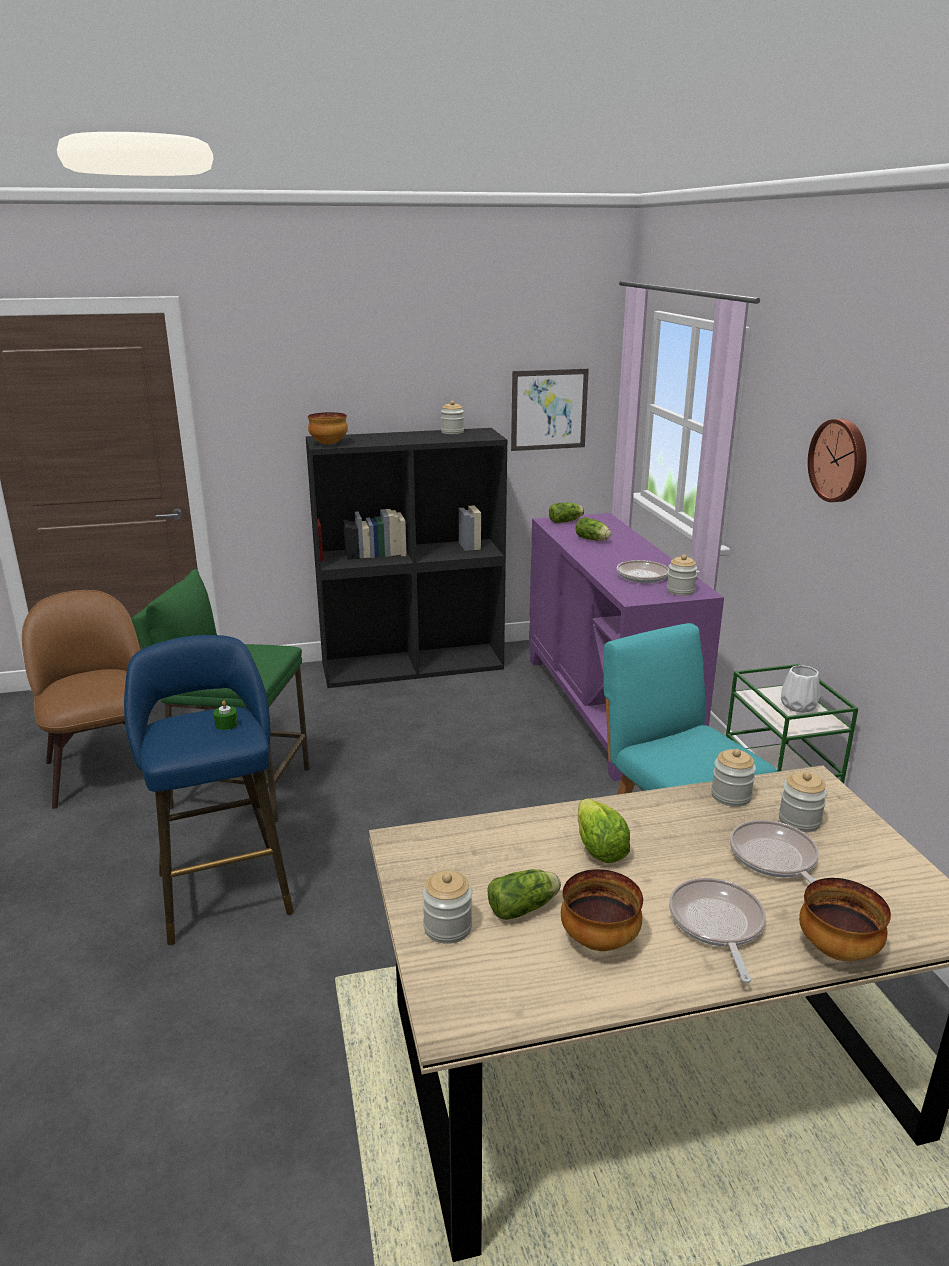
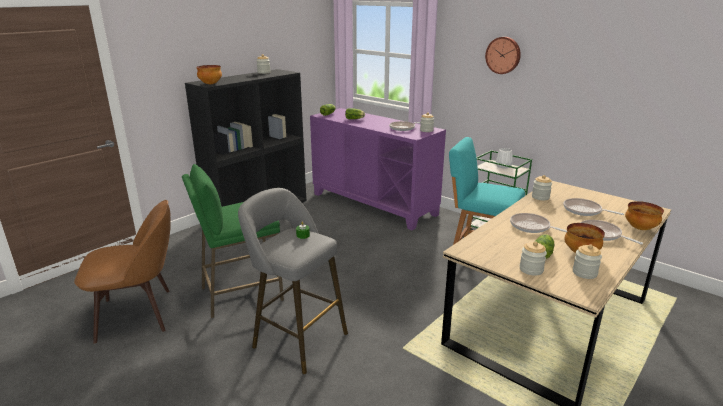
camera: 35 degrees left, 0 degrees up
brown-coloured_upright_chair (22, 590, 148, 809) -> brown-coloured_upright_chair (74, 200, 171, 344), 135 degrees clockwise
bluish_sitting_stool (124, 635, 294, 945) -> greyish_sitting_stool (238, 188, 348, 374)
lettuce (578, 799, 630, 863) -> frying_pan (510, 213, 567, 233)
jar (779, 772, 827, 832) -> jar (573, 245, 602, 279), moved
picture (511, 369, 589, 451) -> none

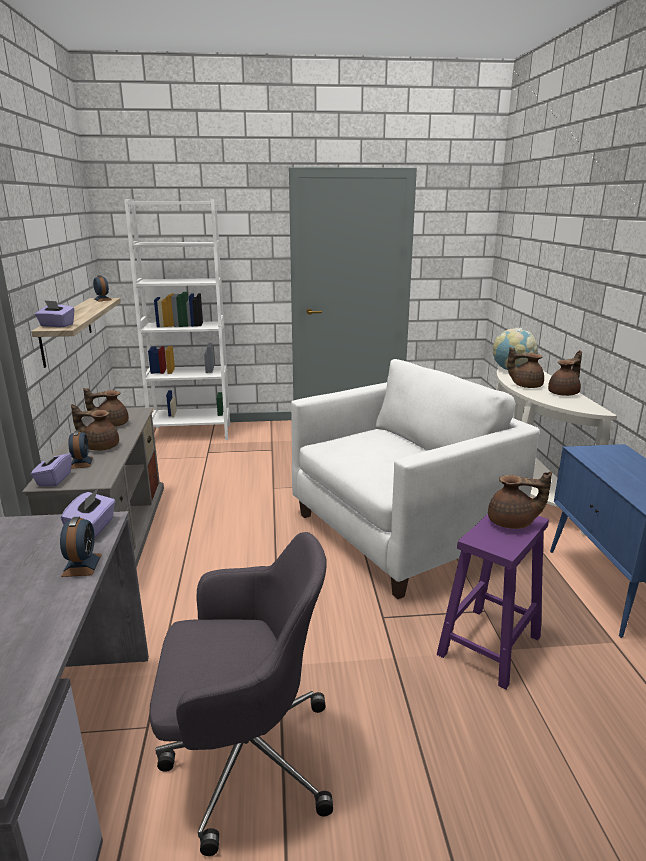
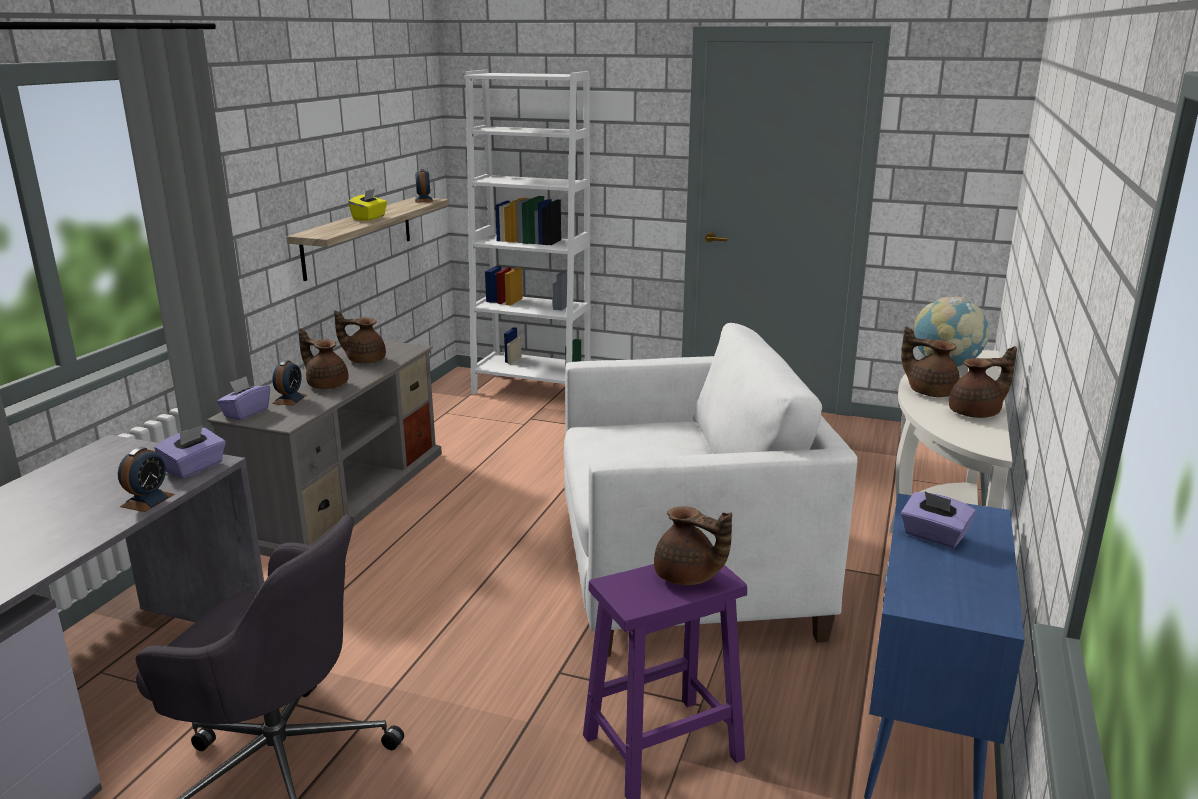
camera: 25 degrees right, 0 degrees up
none -> yellow_tissue_box (348, 189, 387, 221)
purple-coloured_tissue_box (35, 300, 75, 327) -> purple-coloured_tissue_box (901, 491, 975, 548), moved

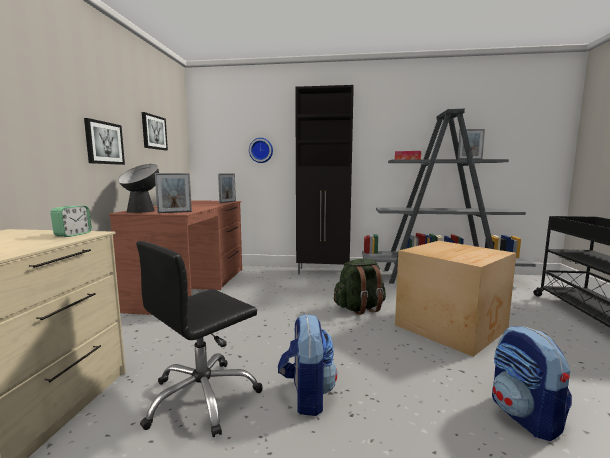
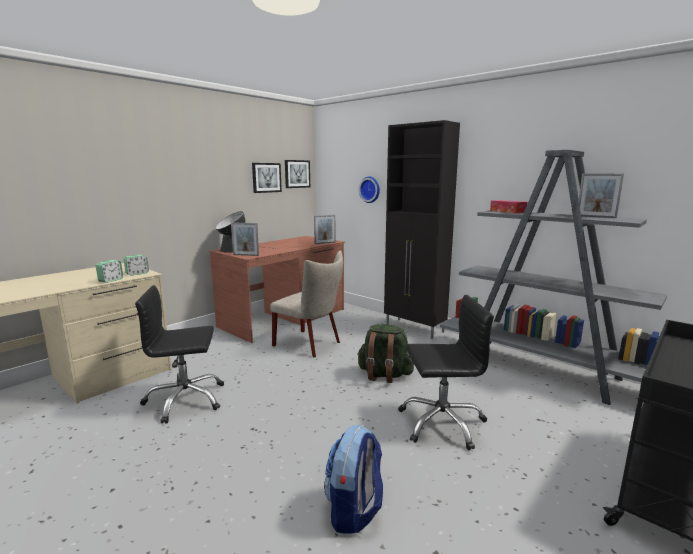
camera: 35 degrees right, 5 degrees up
none -> table_clock (96, 260, 123, 283)
none -> beige-coloured_upright_chair (270, 251, 343, 357)
picture (84, 118, 125, 165) -> picture (285, 160, 310, 188), moved
cardboard_box (395, 241, 516, 357) -> black_desk_chair (398, 295, 494, 450)
rucksack (278, 314, 337, 416) -> none

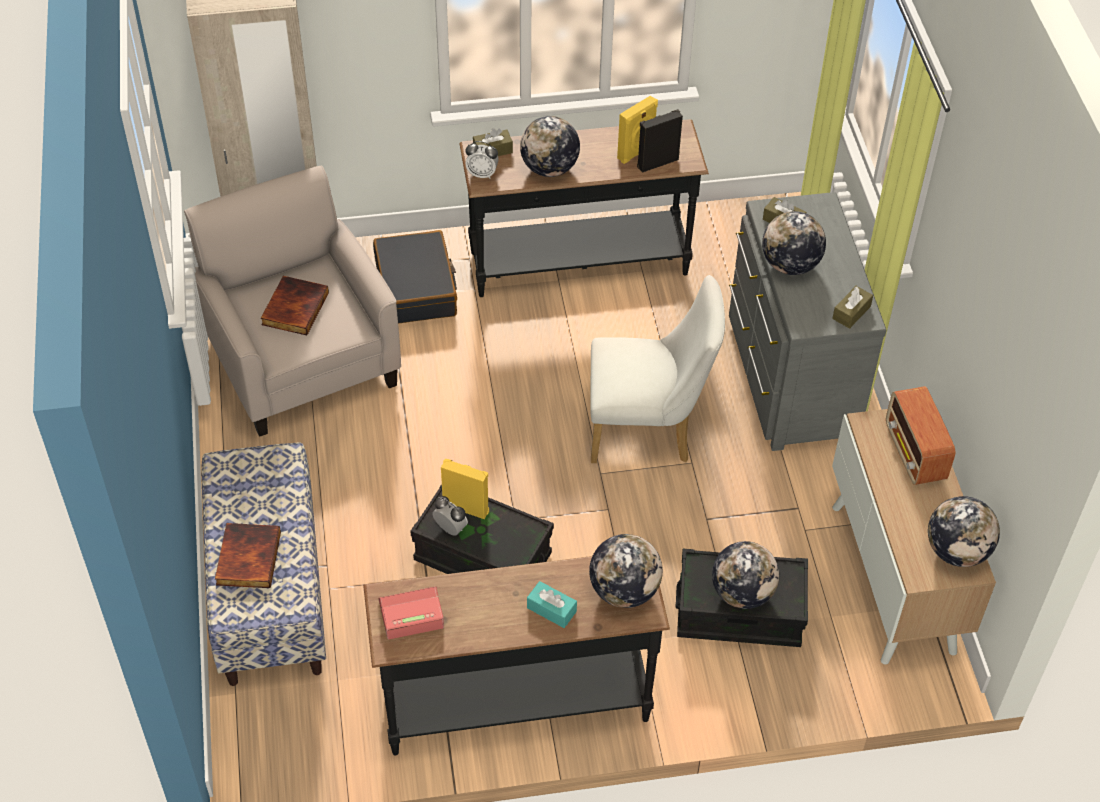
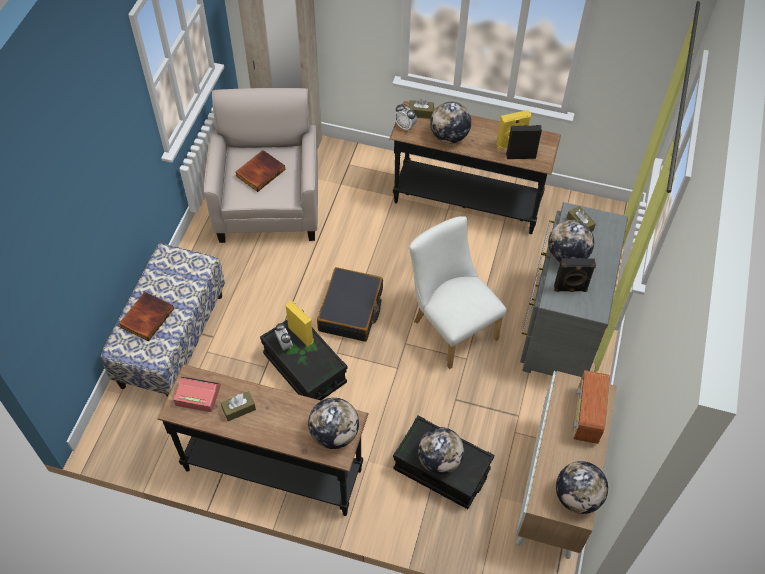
camera: 25 degrees right, 5 degrees up
brown-coloured_tissue_box (832, 286, 873, 329) -> brown-coloured_tissue_box (221, 391, 256, 421), moved
black_piece_of_luggage (373, 230, 457, 324) -> black_piece_of_luggage (317, 267, 383, 342), moved
white-coloured_upright_chair (590, 275, 725, 463) -> white-coloured_upright_chair (409, 216, 506, 369), 150 degrees counterclockwise
none -> black_speaker (554, 258, 596, 292)
turquoise-coloured_tissue_box (527, 581, 577, 628) -> none

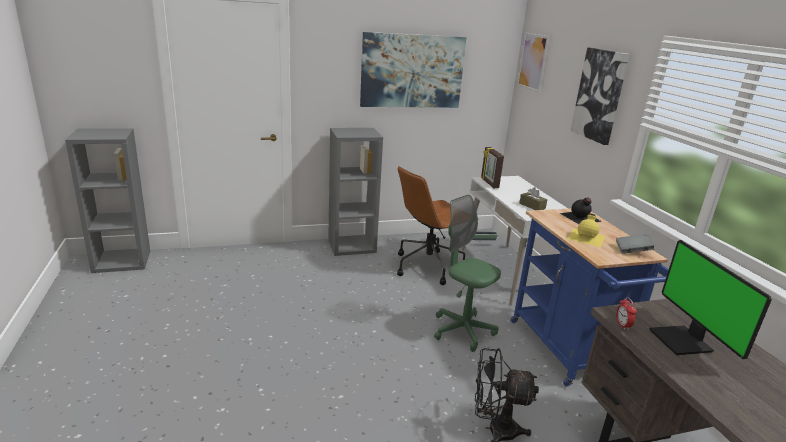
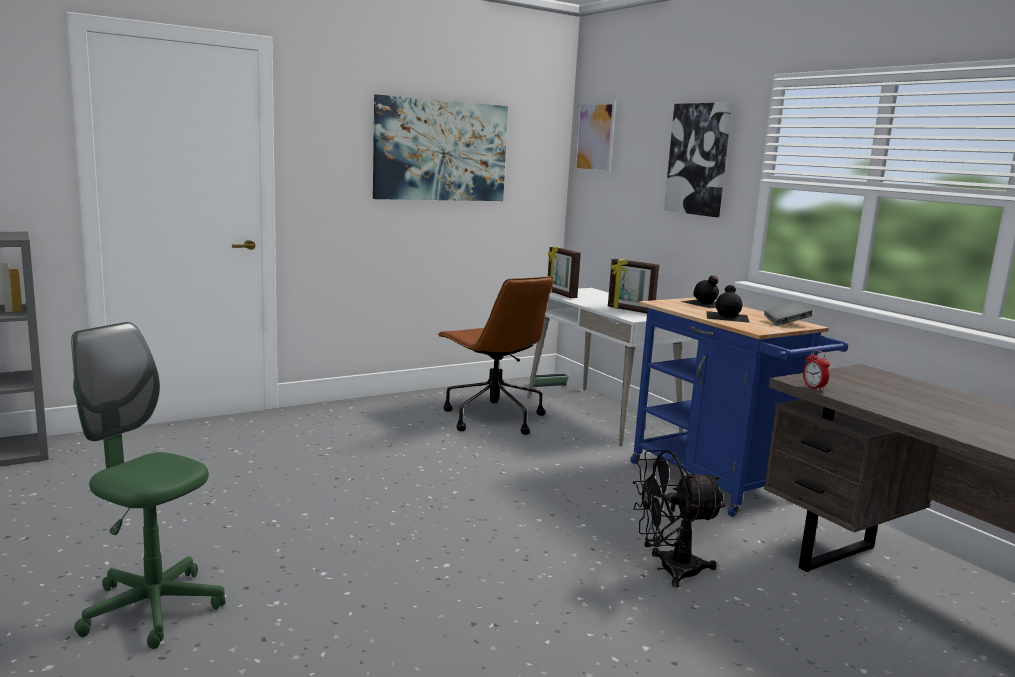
camera: 15 degrees left, 10 degrees down
green-coloured_desk_chair (434, 195, 501, 352) -> green-coloured_desk_chair (71, 322, 225, 649), moved
brown-coloured_desk_chair (397, 166, 479, 285) -> brown-coloured_desk_chair (437, 276, 553, 435), 75 degrees counterclockwise
brown-coloured_tissue_box (519, 187, 547, 210) -> standing_frame (608, 259, 659, 313)
yellow_beverage_bottle (567, 214, 605, 247) -> black_beverage_bottle (706, 285, 750, 323)
greyish_bookcase (328, 128, 383, 256) -> none
monitor (649, 240, 772, 359) -> none

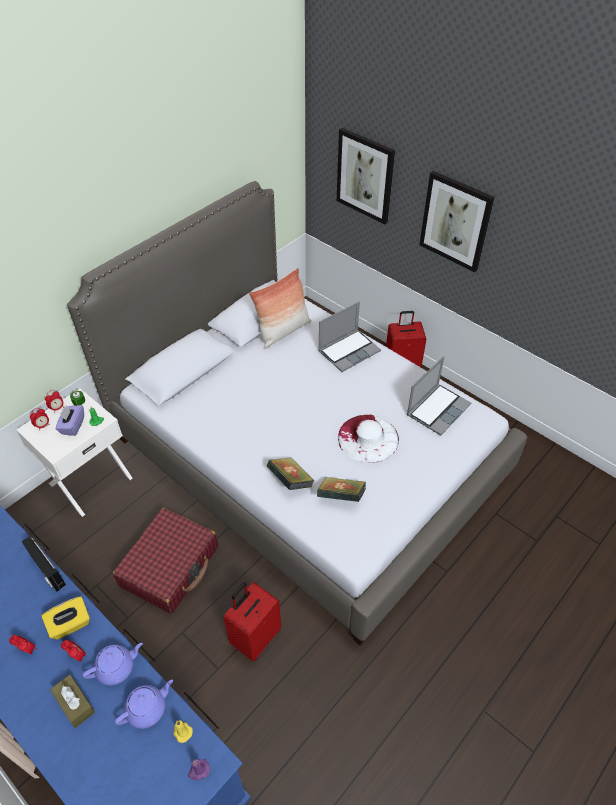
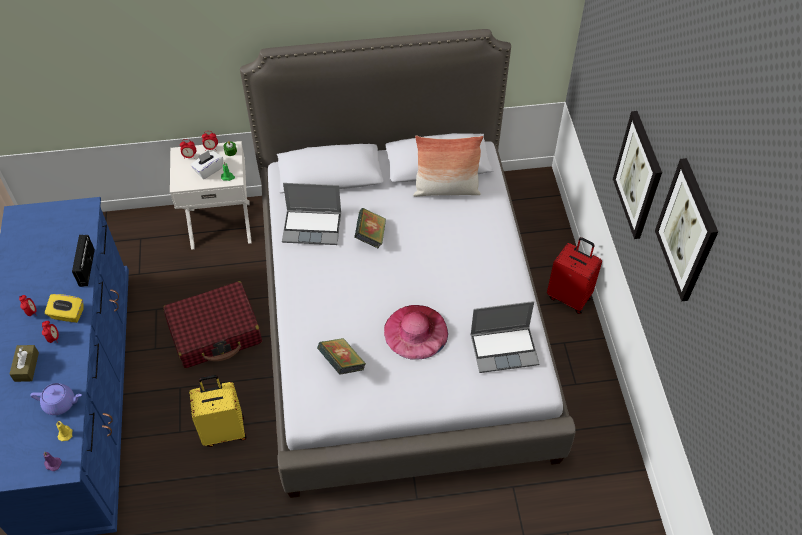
camera: 40 degrees right, 5 degrees up
red-coloured_piece_of_luggage (223, 582, 281, 662) -> yellow_piece_of_luggage (189, 375, 247, 447)
purple-coloured_tissue_box (56, 405, 84, 436) -> white-coloured_tissue_box (191, 150, 223, 179)
notebook_computer (318, 301, 381, 372) -> notebook_computer (282, 183, 341, 245), moved
volume (267, 457, 315, 490) -> volume (354, 208, 386, 249), moved
white-coloured_clothing_hat (338, 415, 399, 463) -> pinkish_clothing_hat (384, 305, 448, 360)
picture (337, 128, 395, 224) -> picture (655, 158, 718, 302), moved
purple-coloured_pot_for_tea (83, 643, 143, 685) -> none

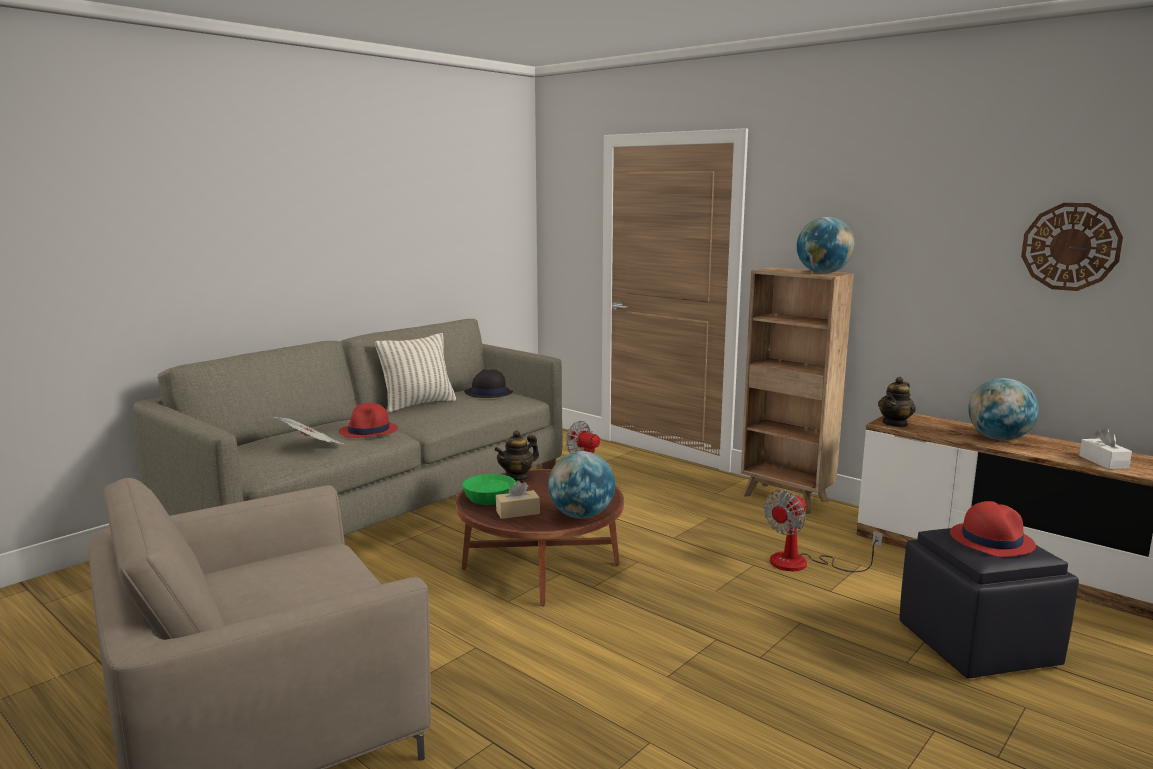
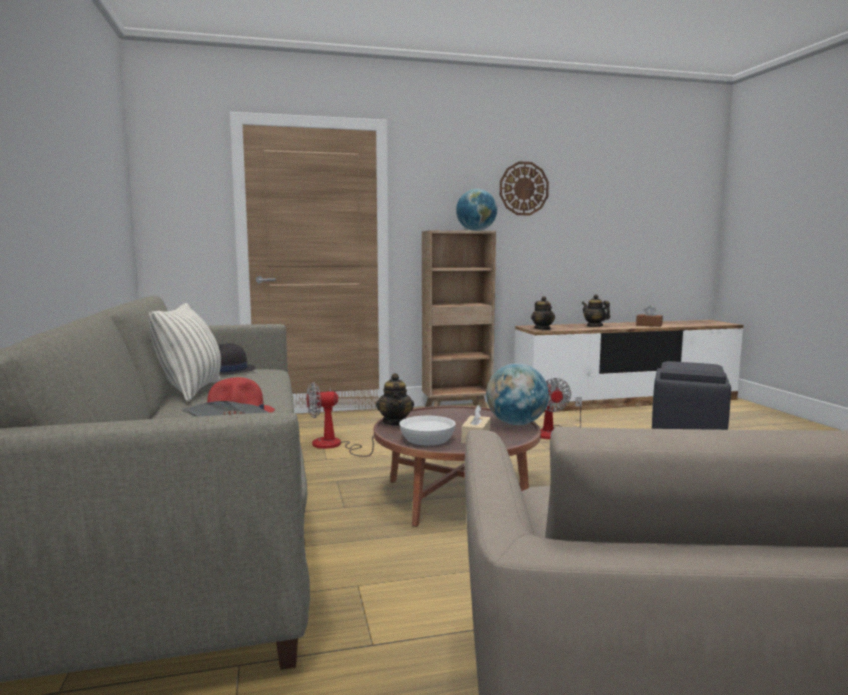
camera: 55 degrees left, 5 degrees down
green-coloured_bowl (462, 474, 516, 505) -> white-coloured_bowl (399, 416, 456, 445)
hanging_clock (1021, 203, 1123, 291) -> hanging_clock (500, 162, 549, 215), moved
desk_globe (968, 378, 1039, 441) -> pot_for_tea (582, 294, 610, 327)
white-coloured_tissue_box (1079, 428, 1132, 469) -> brown-coloured_tissue_box (636, 306, 663, 327)
red-coloured_clothing_hat (950, 501, 1036, 557) -> none

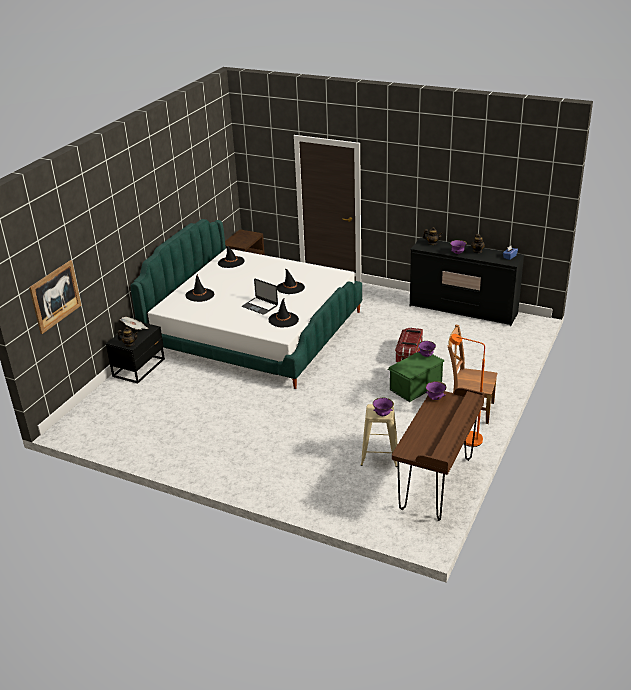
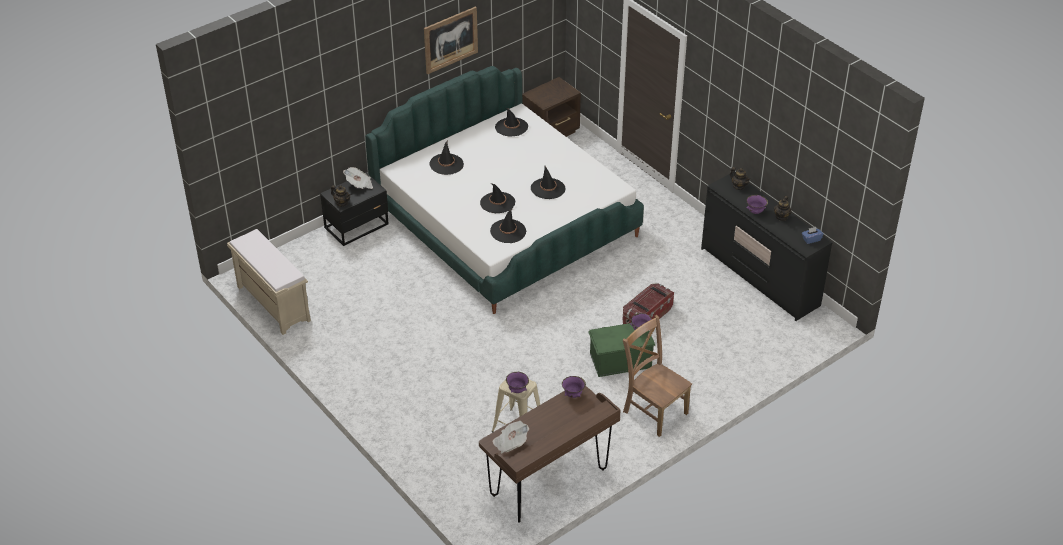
camera: 25 degrees right, 10 degrees up
none -> beige-coloured_bench (227, 229, 311, 335)
picture (29, 260, 81, 334) -> picture (424, 7, 478, 74), moved
notebook_computer (242, 278, 278, 315) -> black_clothing_hat (480, 183, 515, 213)
none -> daily_paper (493, 421, 529, 453)
orange_standing_lamp (450, 334, 485, 447) -> none

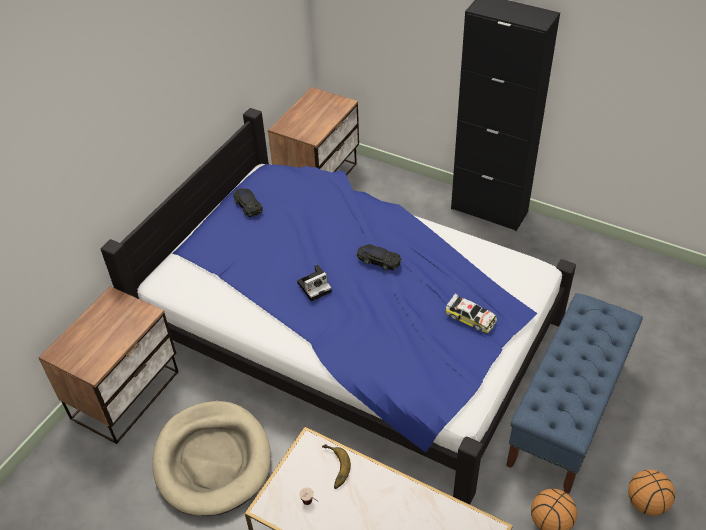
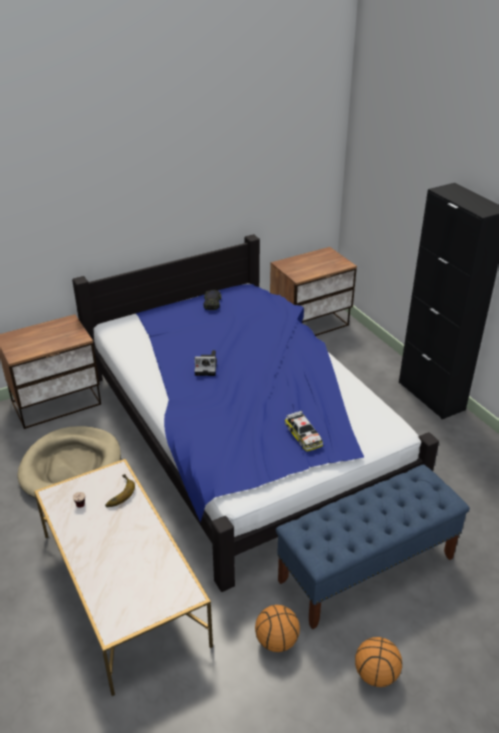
camera: 30 degrees right, 10 degrees down
black_miniature_car (357, 244, 402, 270) -> none

